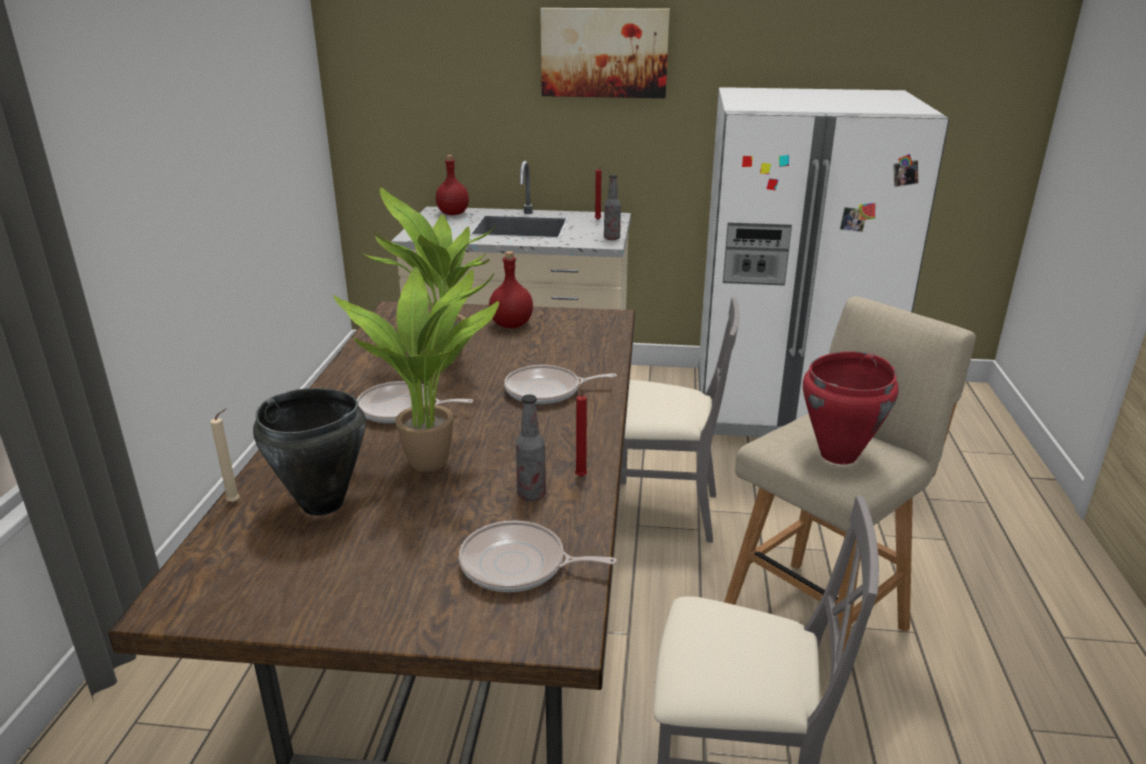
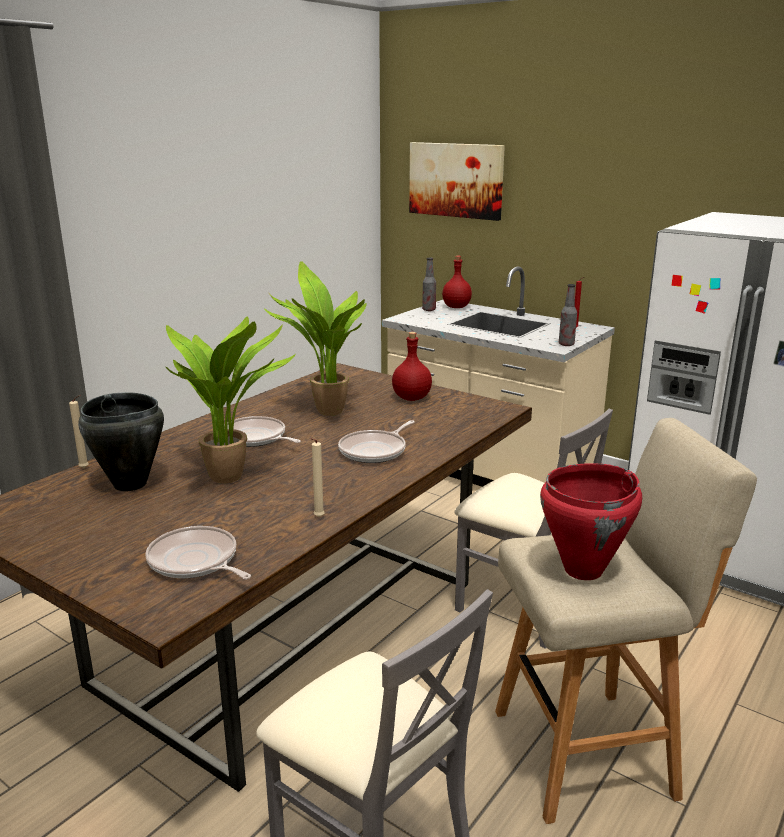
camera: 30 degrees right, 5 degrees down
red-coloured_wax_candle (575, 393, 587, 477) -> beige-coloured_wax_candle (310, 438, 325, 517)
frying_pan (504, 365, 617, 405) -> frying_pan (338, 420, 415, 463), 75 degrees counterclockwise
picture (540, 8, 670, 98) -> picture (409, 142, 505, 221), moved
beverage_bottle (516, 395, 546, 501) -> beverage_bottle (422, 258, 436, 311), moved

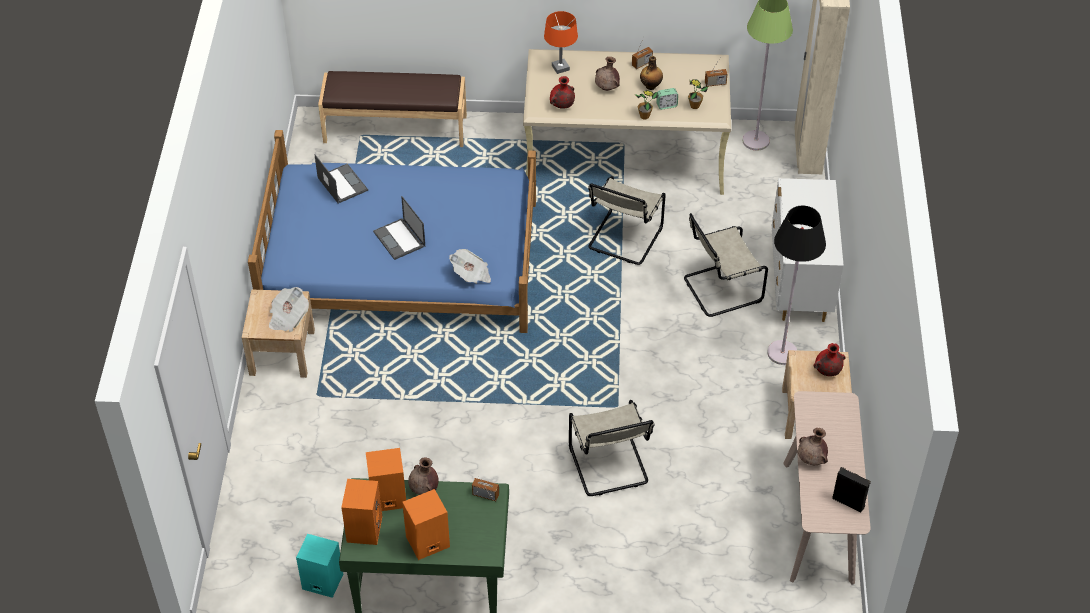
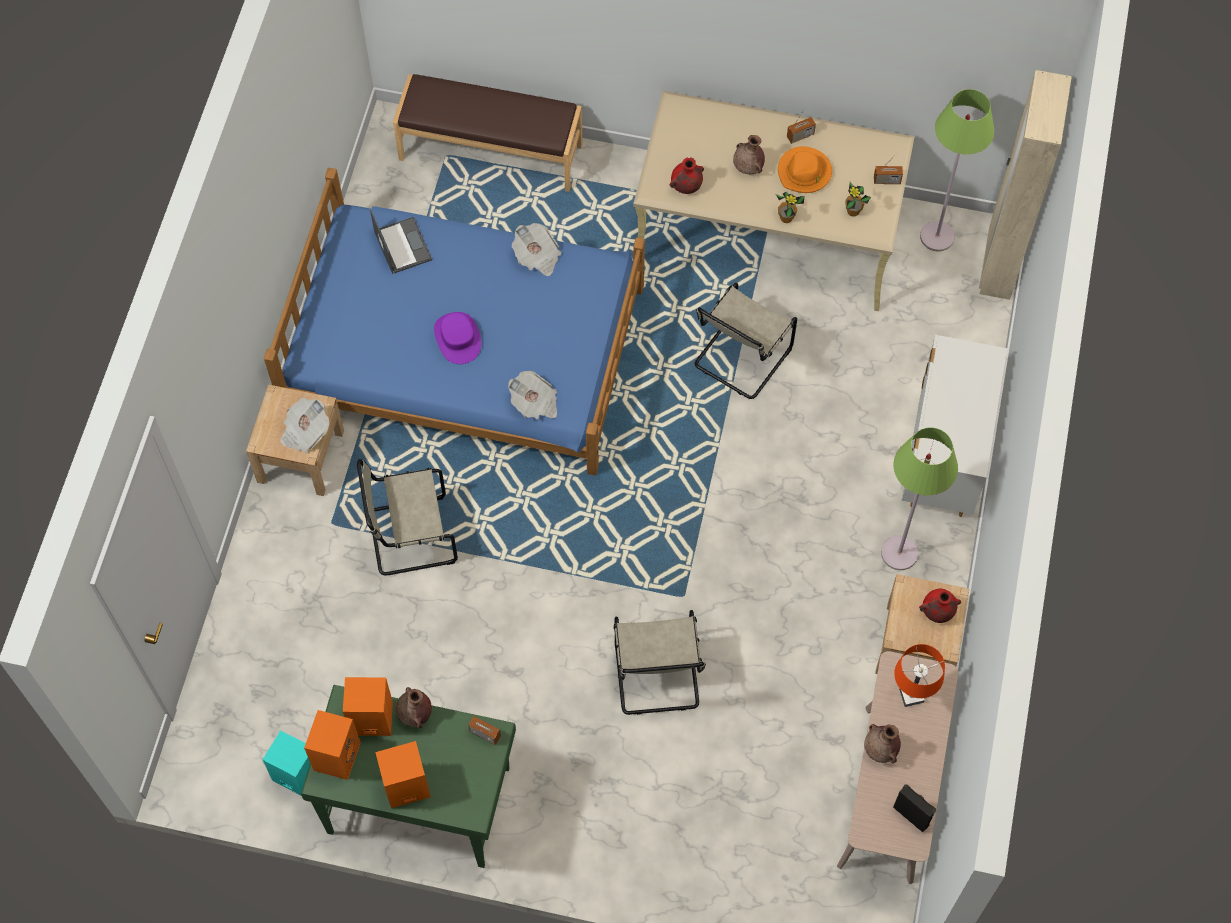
camera: 10 degrees right, 15 degrees up
beige-coloured_upright_chair (684, 213, 768, 317) -> beige-coloured_upright_chair (357, 459, 458, 575), moved
notebook_computer (373, 196, 425, 260) -> purple-coloured_clothing_hat (434, 312, 481, 364)
none -> daily_paper (512, 223, 562, 276)
beverage_bottle (640, 56, 663, 90) -> orange_clothing_hat (778, 146, 832, 193)
black_standing_lamp (767, 206, 826, 365) -> green-coloured_standing_lamp (881, 428, 958, 570)
orange_table_lamp (544, 11, 578, 74) -> orange_table_lamp (894, 644, 945, 707), moved
table_clock (657, 88, 678, 110) -> none

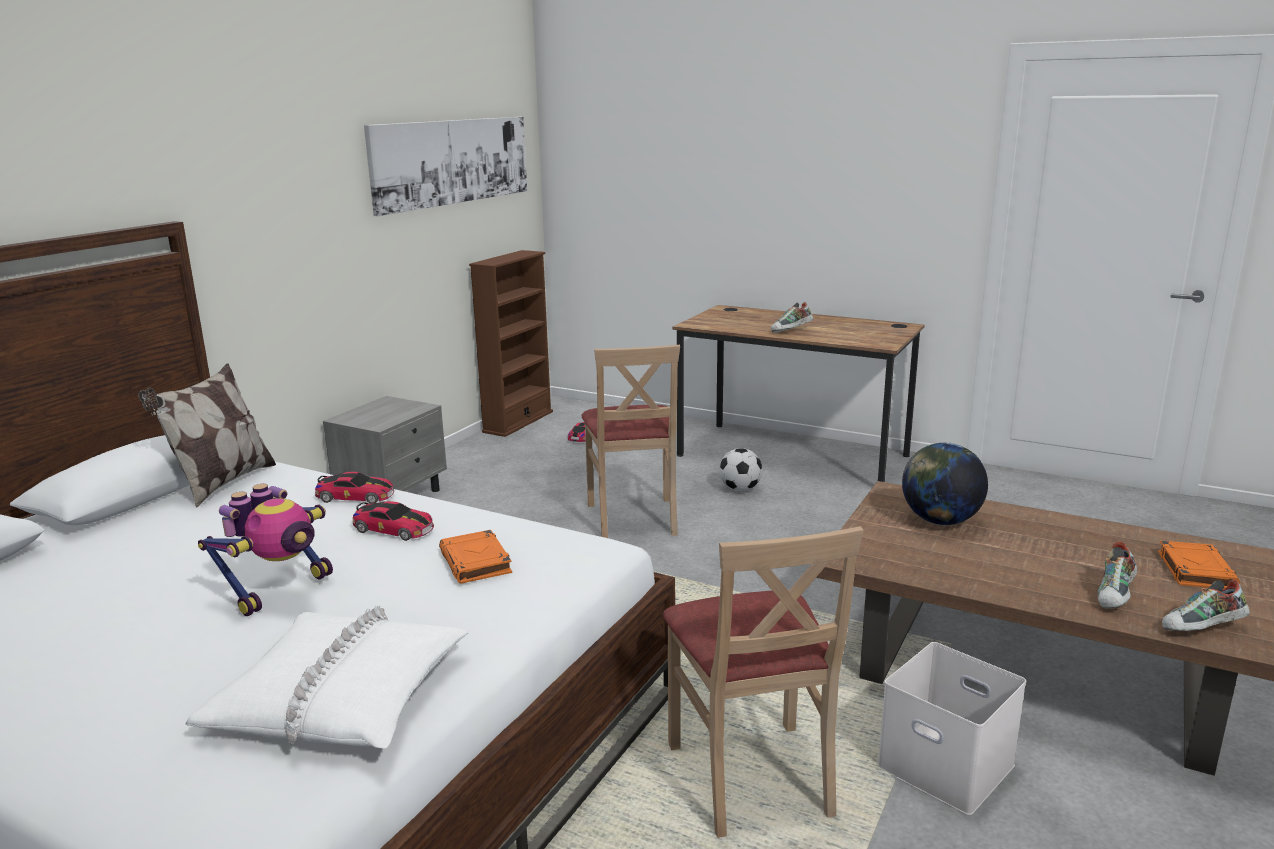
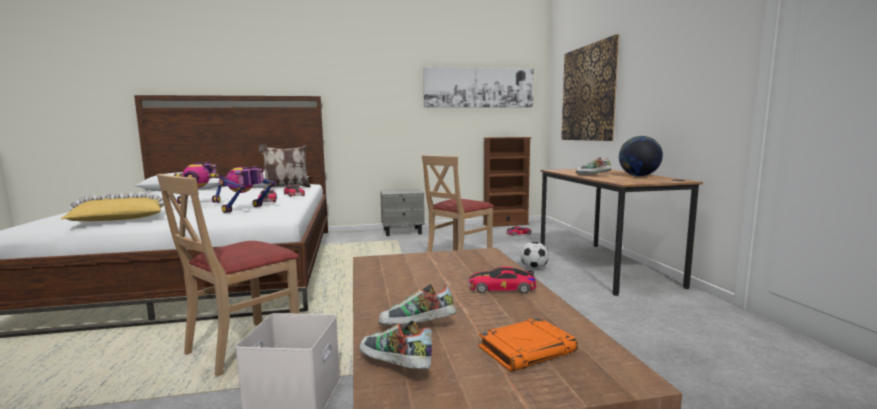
camera: 50 degrees right, 10 degrees down
white-coloured_throw_pillow (186, 606, 469, 748) -> yellow_throw_pillow (61, 192, 164, 221)
orange_volume (439, 530, 512, 584) -> robot_figure (219, 166, 275, 213)
none -> miniature_car (468, 266, 536, 294)
none -> picture (561, 34, 619, 141)
desk_globe (902, 442, 988, 525) -> desk_globe (619, 136, 663, 176), moved

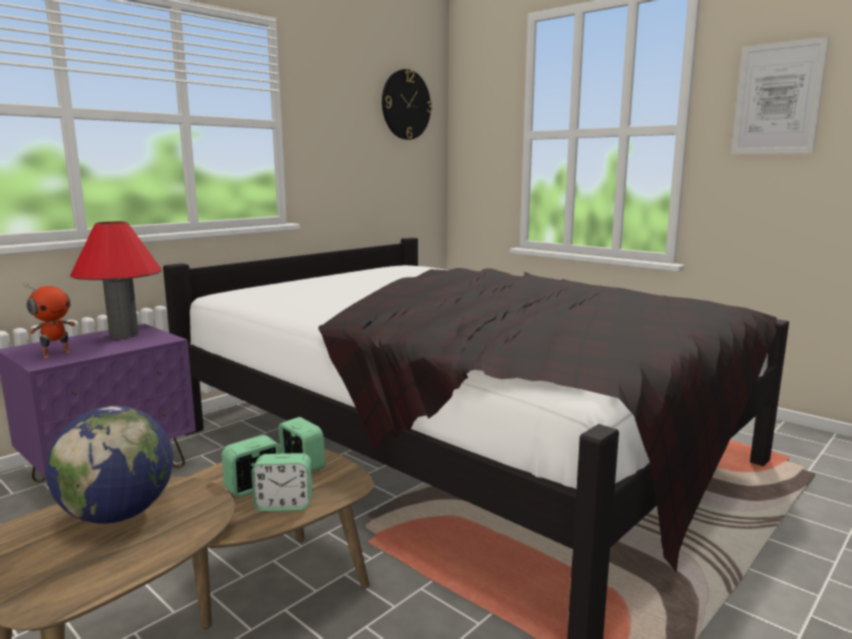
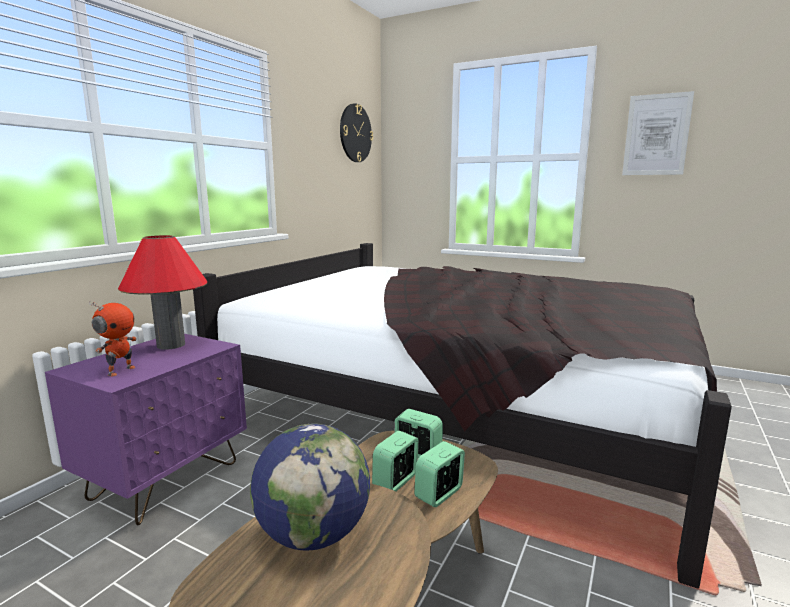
camera: 15 degrees left, 0 degrees up
table_clock (252, 453, 312, 511) -> table_clock (415, 441, 465, 507), 150 degrees clockwise

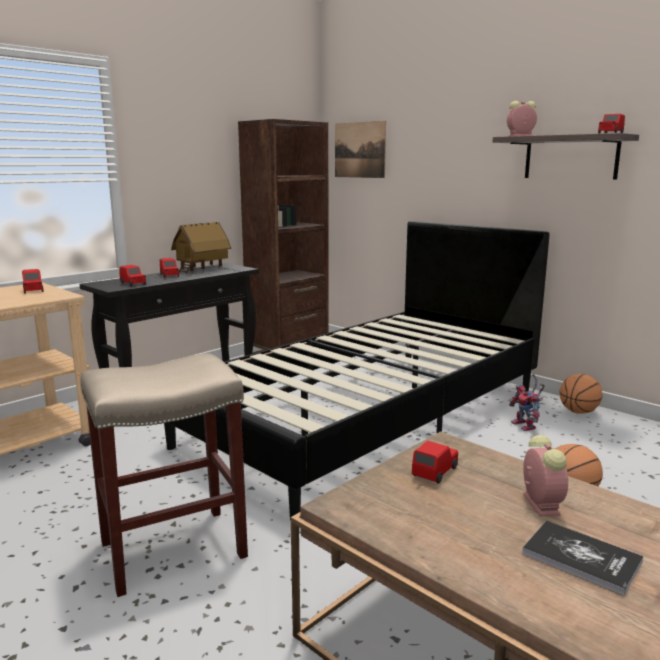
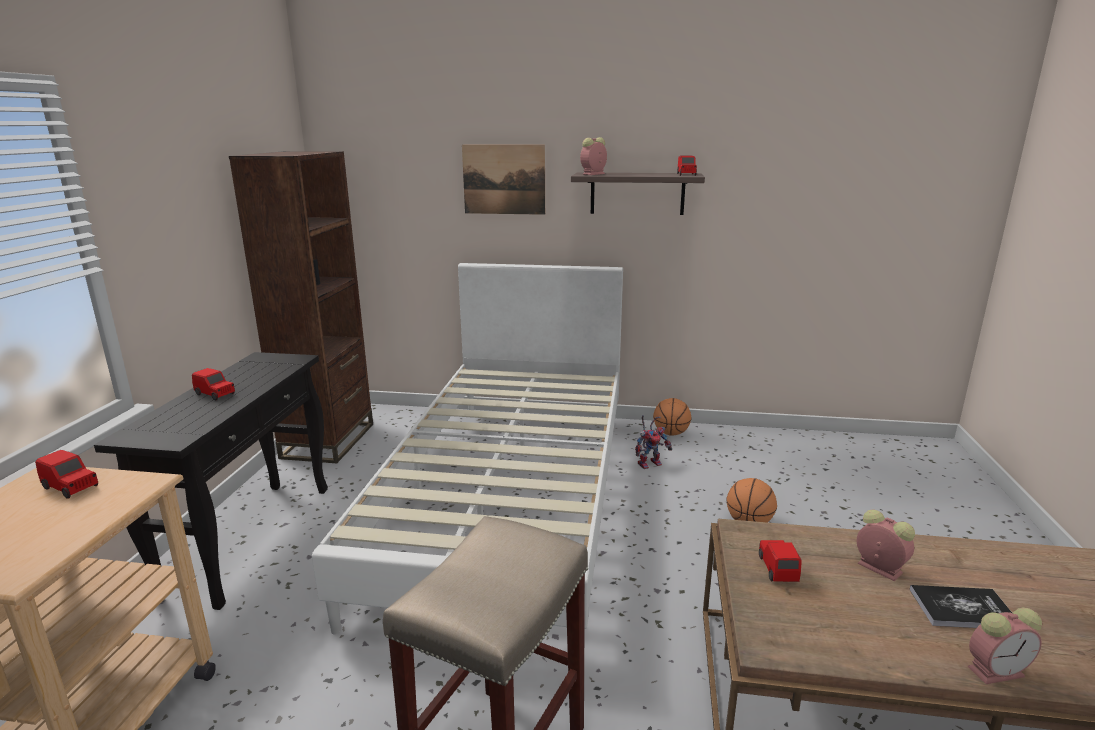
camera: 35 degrees left, 5 degrees up
black_sleeping_bed (164, 221, 550, 521) -> white-coloured_sleeping_bed (312, 263, 623, 634)
picture (335, 121, 386, 178) -> picture (462, 145, 545, 215), moved
robot_figure (509, 374, 545, 431) -> robot_figure (635, 415, 672, 469), 60 degrees counterclockwise
none -> table_clock (968, 608, 1042, 684)
red-coloured_miniature_car (119, 265, 146, 286) -> none
toy_house (171, 222, 231, 274) -> none

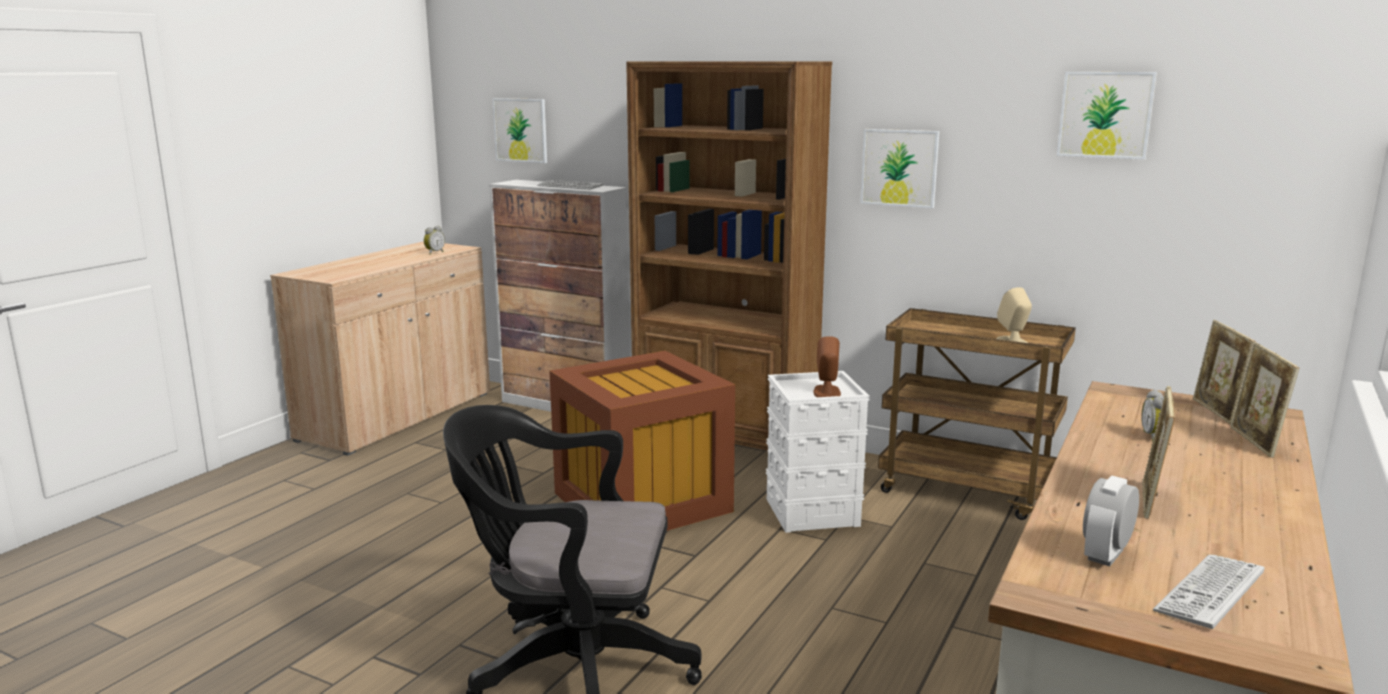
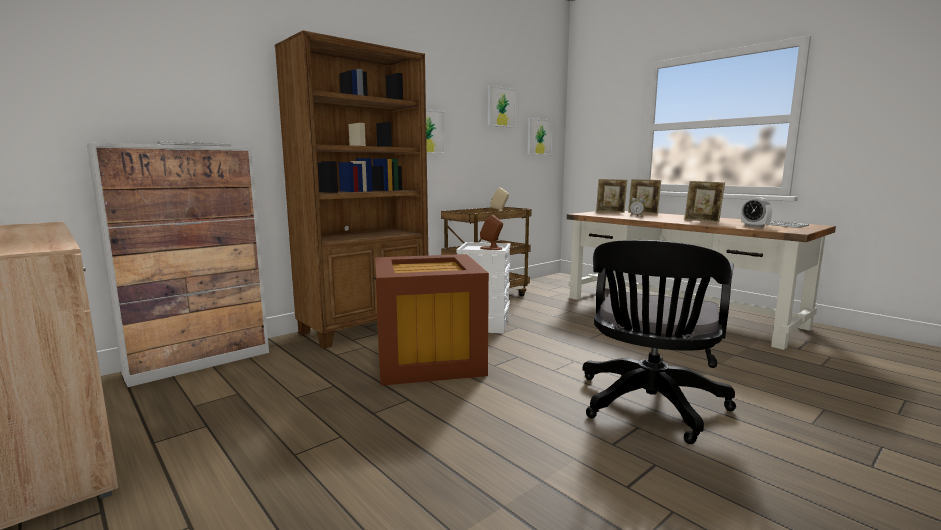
camera: 70 degrees left, 5 degrees down
picture (492, 98, 547, 163) -> picture (527, 118, 553, 155), moved
table_clock (424, 226, 445, 255) -> none

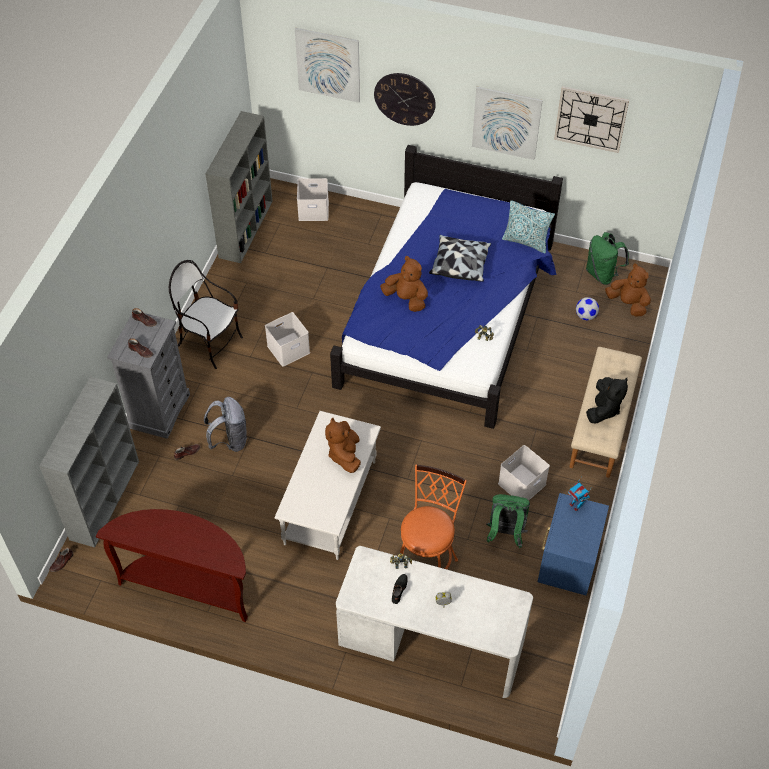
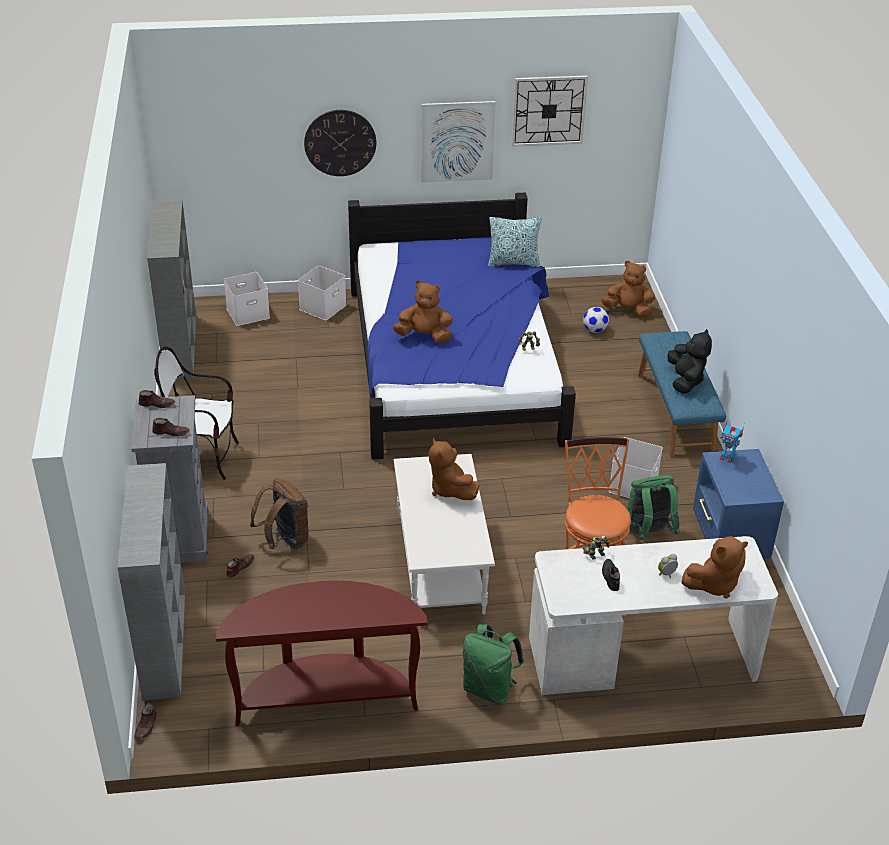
camera: 25 degrees left, 15 degrees down
greyish_rucksack (204, 397, 247, 452) -> brown-coloured_rucksack (250, 478, 309, 549)
white-coloured_storage_box (265, 312, 310, 367) -> white-coloured_storage_box (298, 265, 346, 320), moved
green-coloured_rucksack (586, 232, 629, 285) -> green-coloured_rucksack (463, 624, 524, 704), moved
beige-coloured_bench (569, 347, 642, 478) -> bluish_bench (638, 331, 726, 457)
none -> brown-coloured_plush_toy (681, 536, 748, 599)
picture (295, 28, 360, 103) -> none
throw_pillow (429, 235, 491, 282) -> none

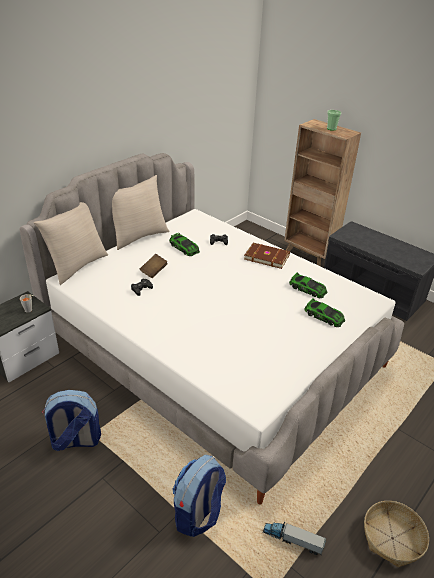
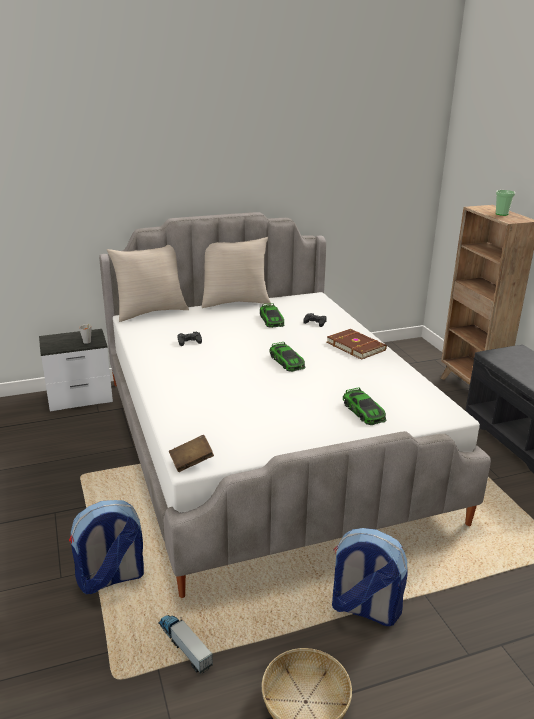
camera: 30 degrees right, 10 degrees down
brown-coloured_volume (140, 254, 168, 278) -> brown-coloured_volume (169, 435, 214, 472), moved
miniature_car (289, 273, 327, 298) -> miniature_car (269, 342, 306, 372), moved
rucksack (42, 390, 101, 451) -> rucksack (332, 528, 408, 626), moved

